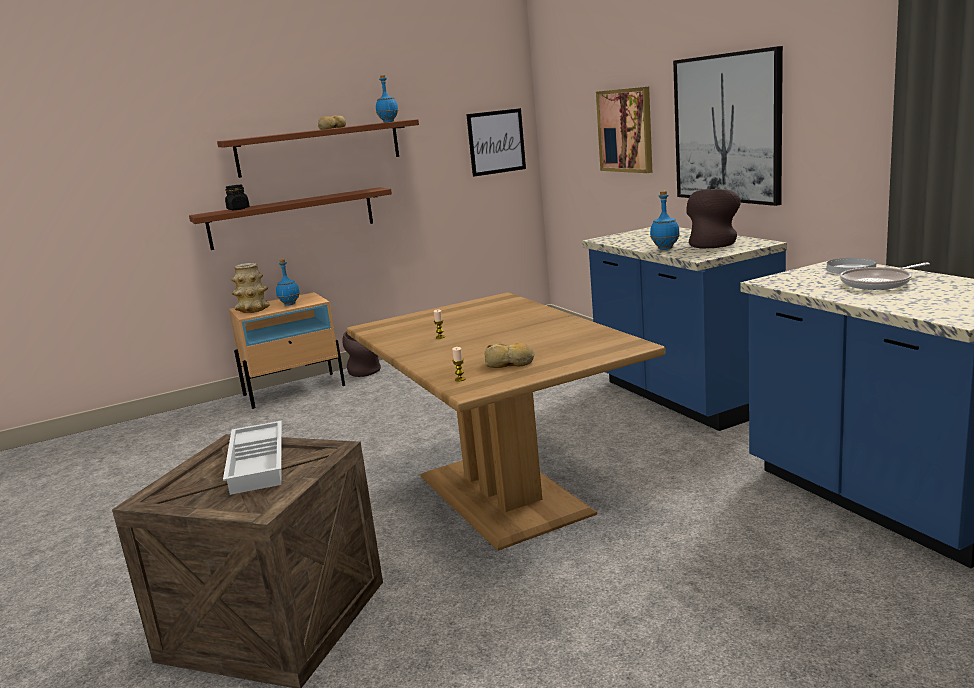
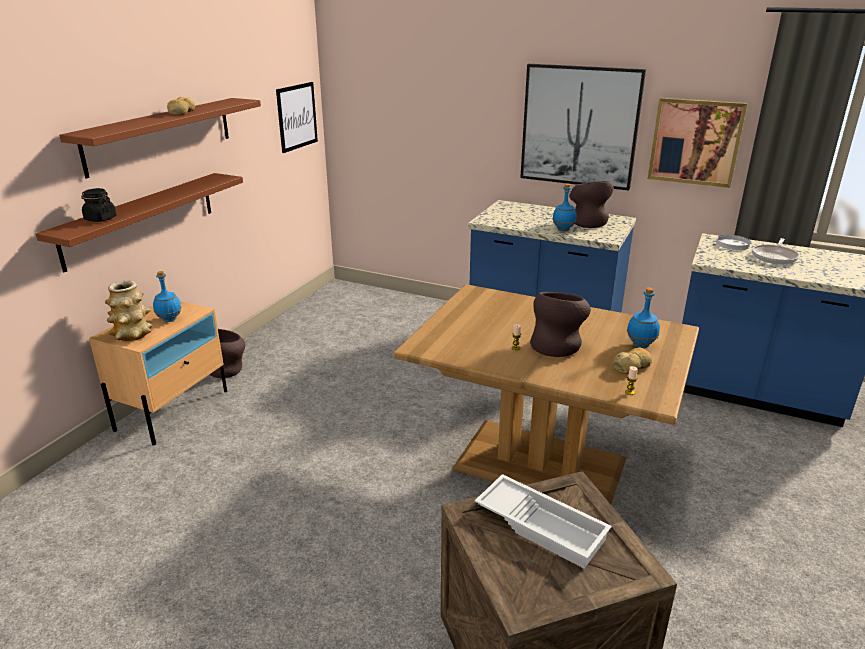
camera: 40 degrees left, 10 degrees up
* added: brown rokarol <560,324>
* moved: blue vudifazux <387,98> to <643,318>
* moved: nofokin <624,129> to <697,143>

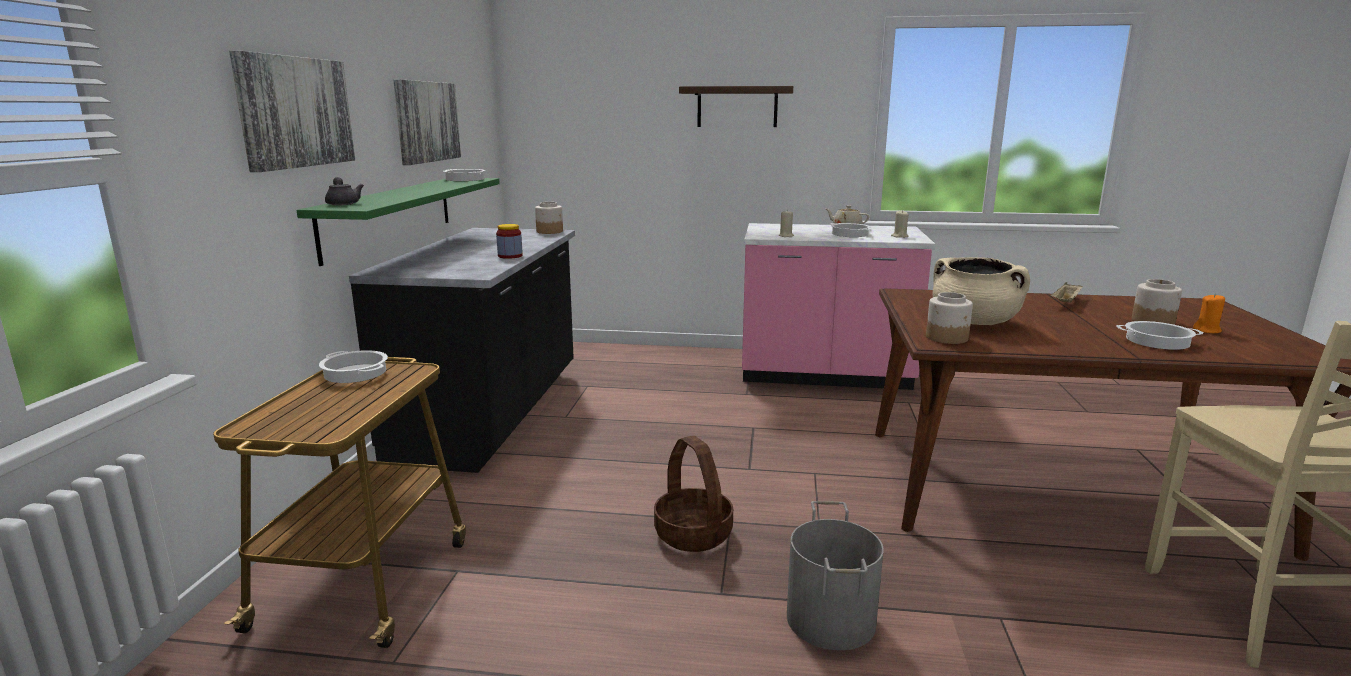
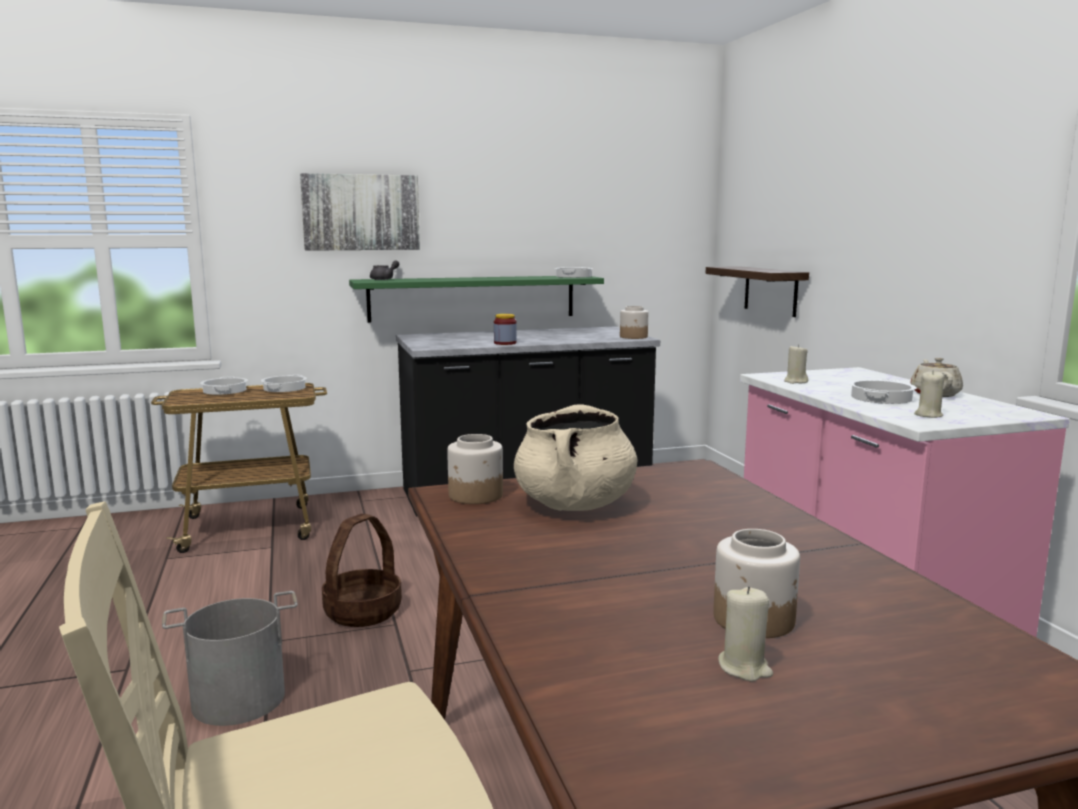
camera: 65 degrees right, 5 degrees down
* removed: nofokin <427,122>
* removed: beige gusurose <1067,292>
* moved: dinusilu <736,106> to <757,291>
* moved: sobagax <1159,335> to <224,385>
* recoloured: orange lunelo <1209,313> to beige lunelo <745,634>

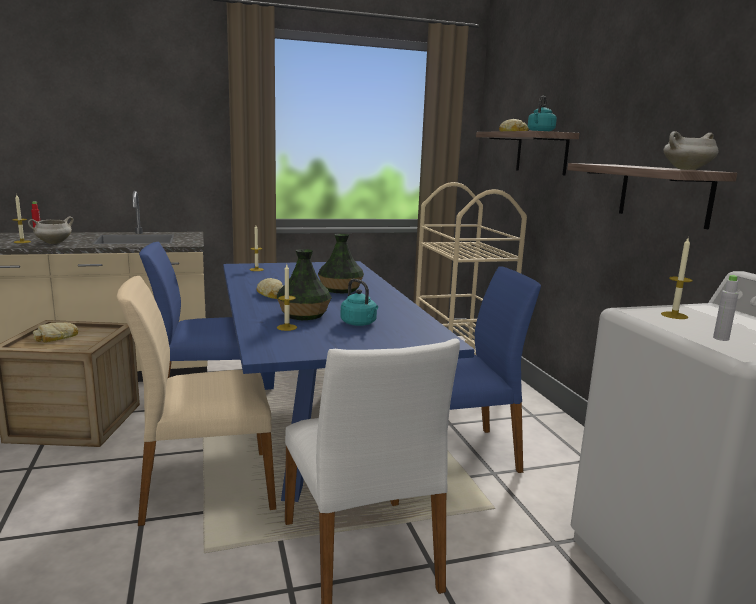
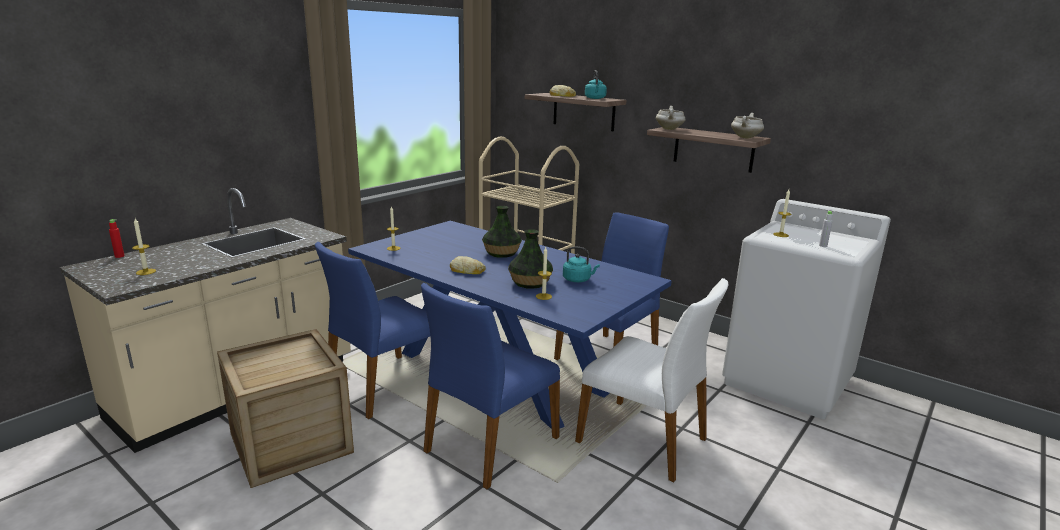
camera: 35 degrees left, 5 degrees up
* removed: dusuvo <55,332>
* moved: white sobagax <51,230> to <670,118>
* recoloured: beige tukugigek <196,401> to blue tukugigek <490,386>

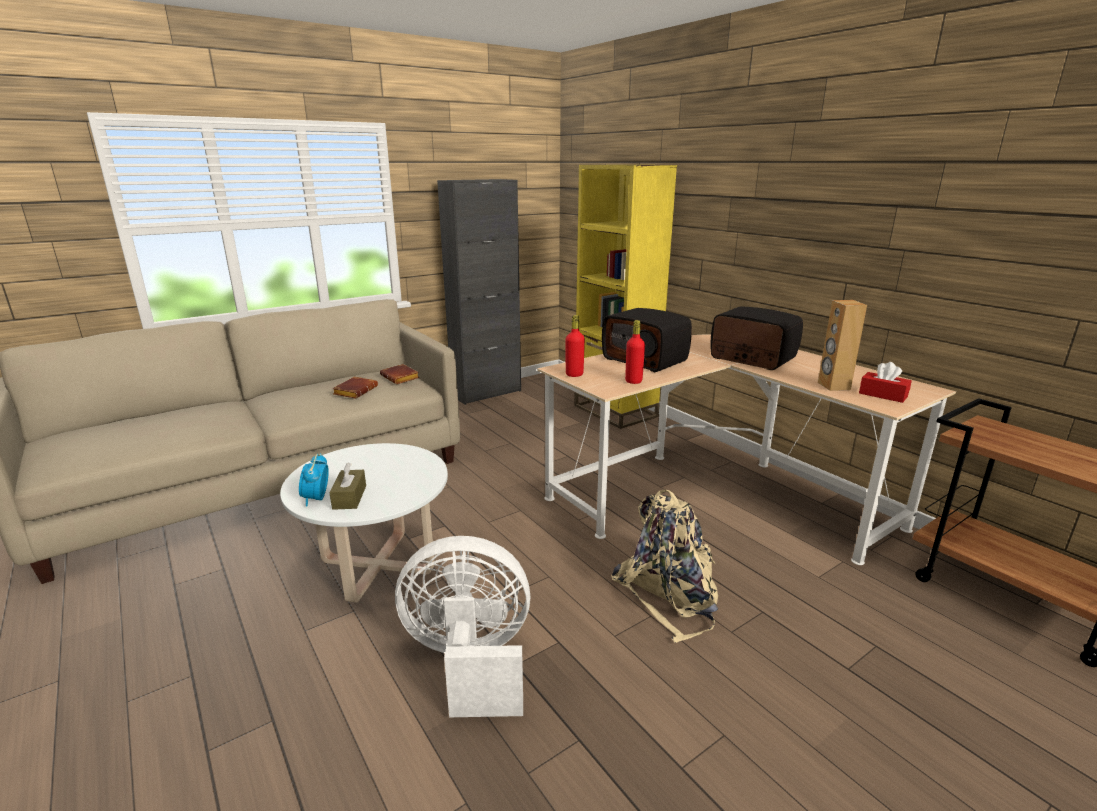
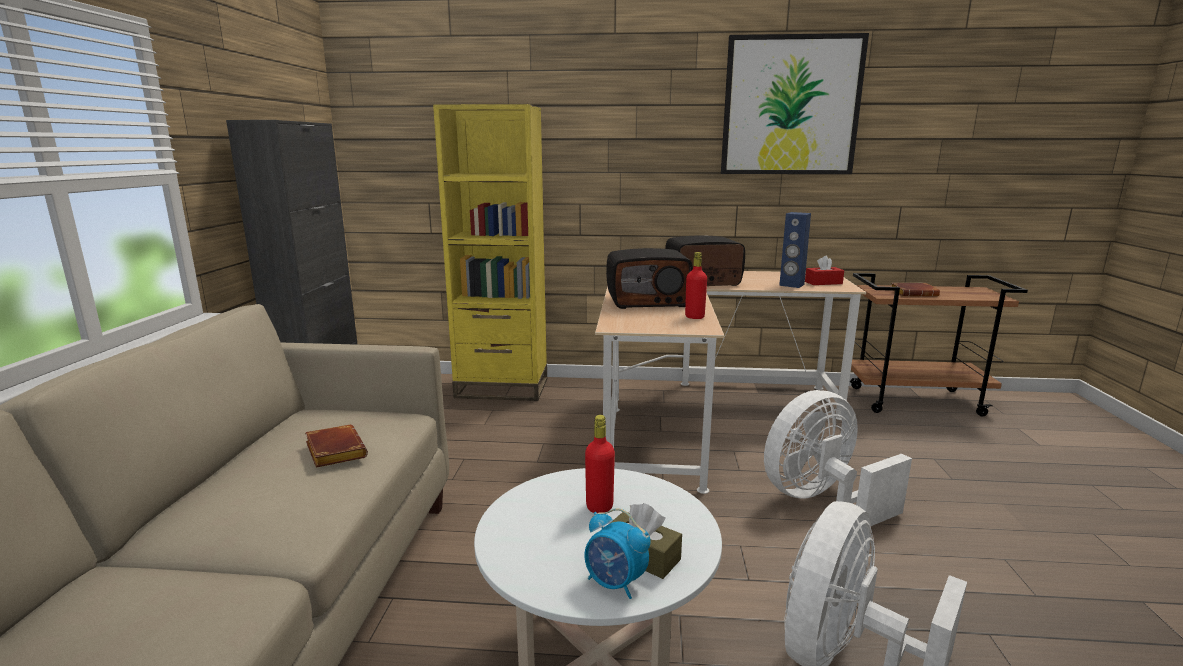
camera: 50 degrees left, 5 degrees down
* added: nofokin <795,103>
* moved: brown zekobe <399,374> to <915,290>
* moved: red vudifazux <575,346> to <600,464>
* replaced: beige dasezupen <664,566> to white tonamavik <838,458>
* recoloured: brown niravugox <842,345> to blue niravugox <795,250>

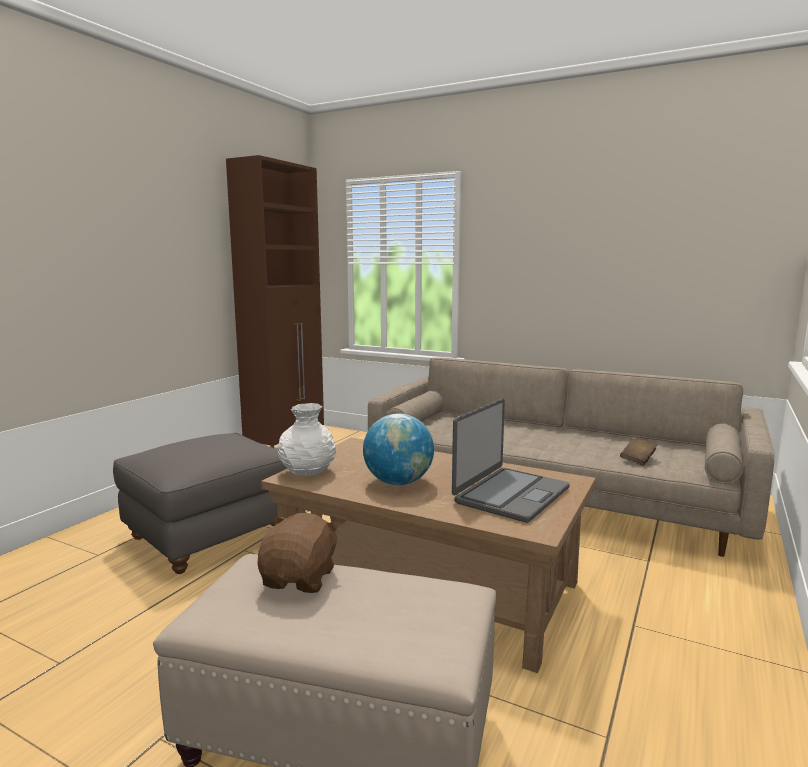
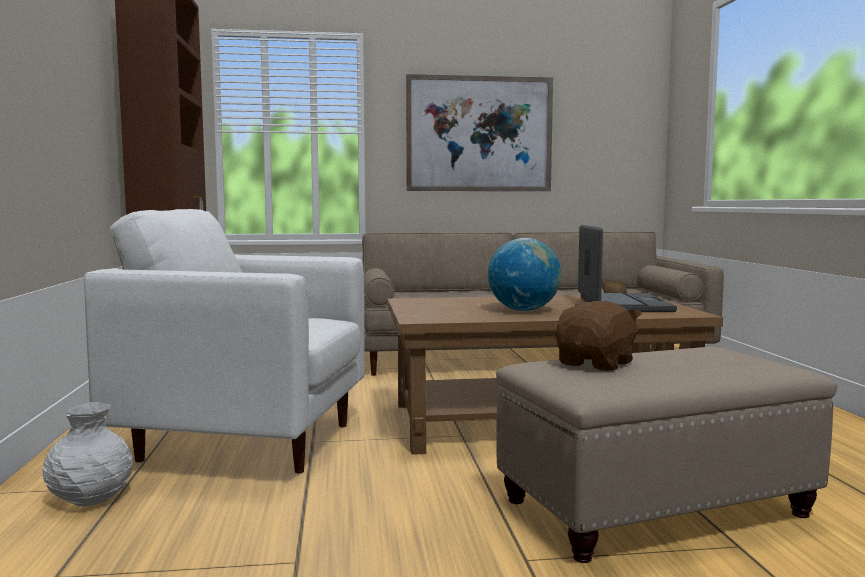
camera: 35 degrees left, 5 degrees down
* added: nofokin <479,132>
* moved: white rokarol <307,439> to <88,454>
* replaced: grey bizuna <200,503> to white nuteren <224,341>
* turned: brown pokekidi <299,553> = <599,336> 60 degrees clockwise

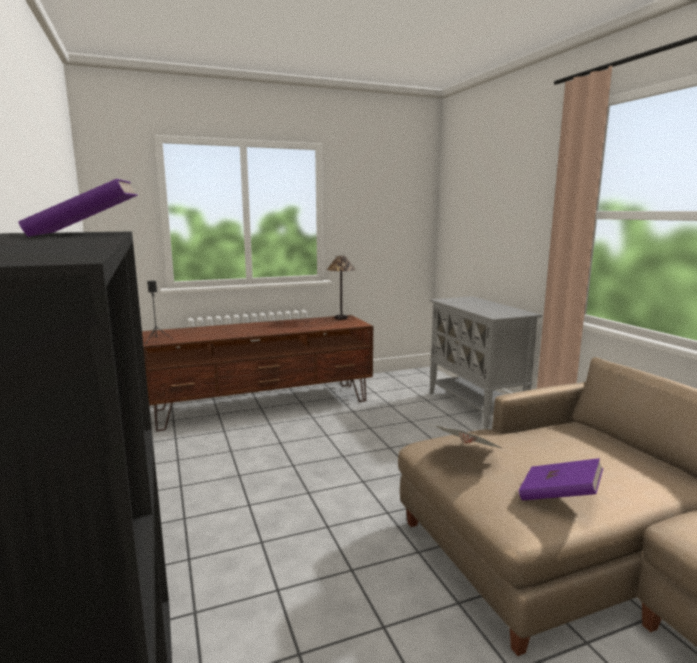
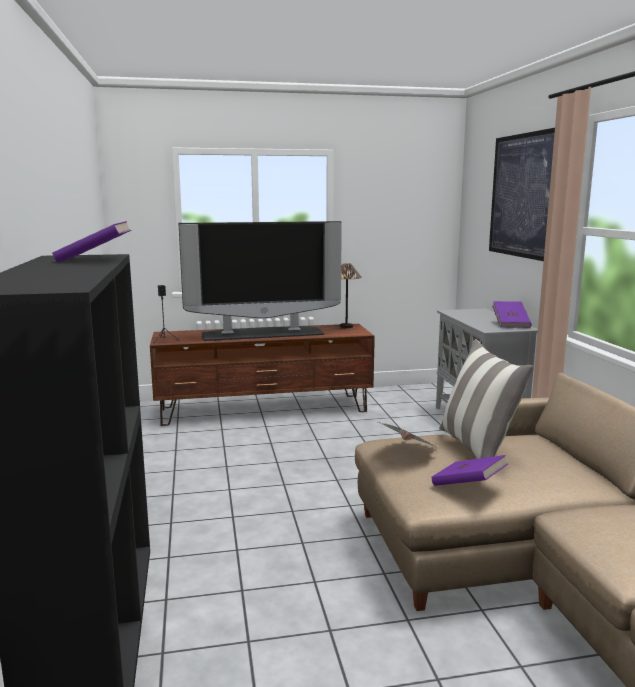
camera: 10 degrees right, 0 degrees up
* added: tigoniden <260,281>
* added: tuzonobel <486,399>
* added: nofokin <522,194>
* added: purple zekobe <512,314>

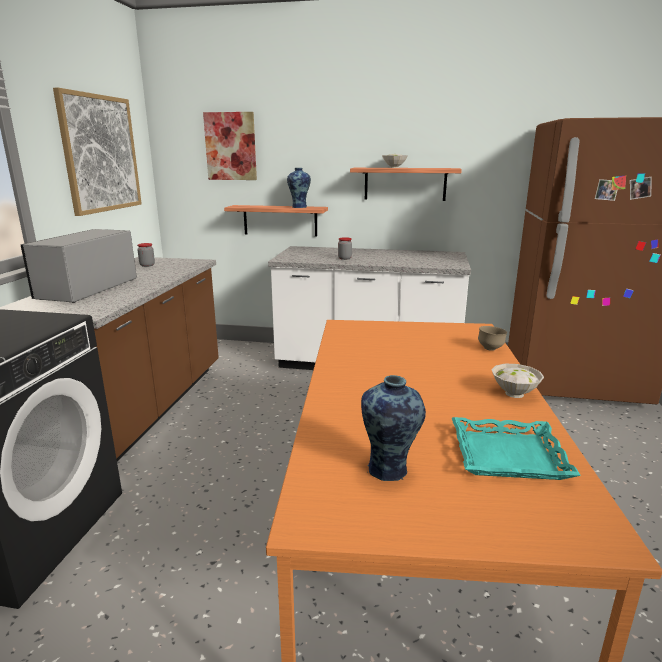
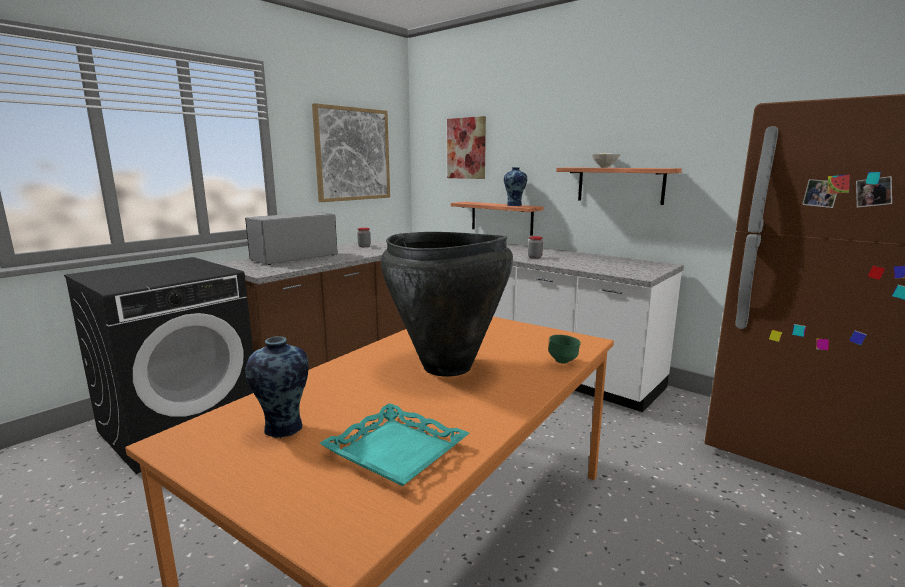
camera: 30 degrees right, 5 degrees down
* removed: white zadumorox <518,380>
* added: black rokarol <447,304>
* recoloured: brown zadumorox <492,338> to green zadumorox <564,349>

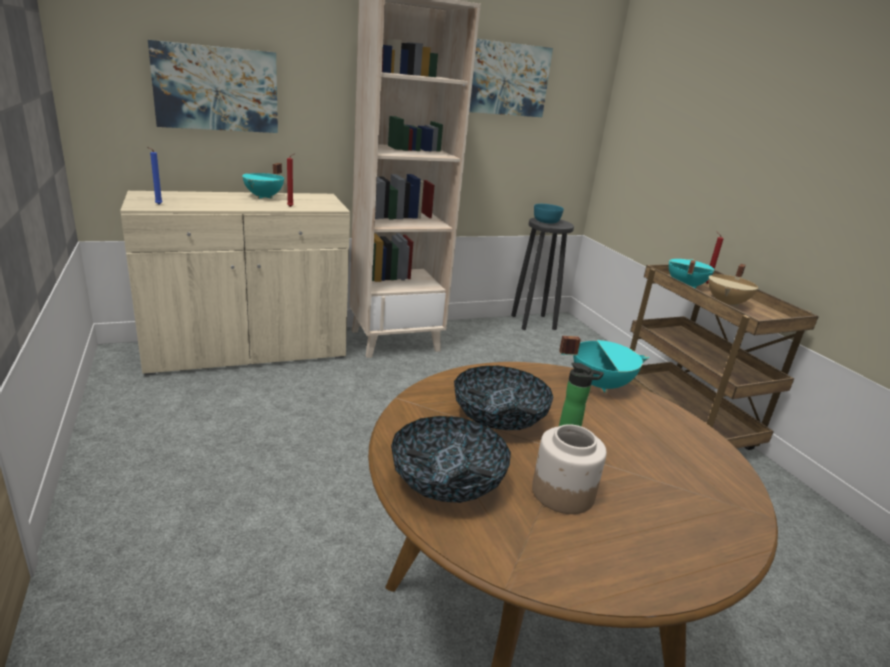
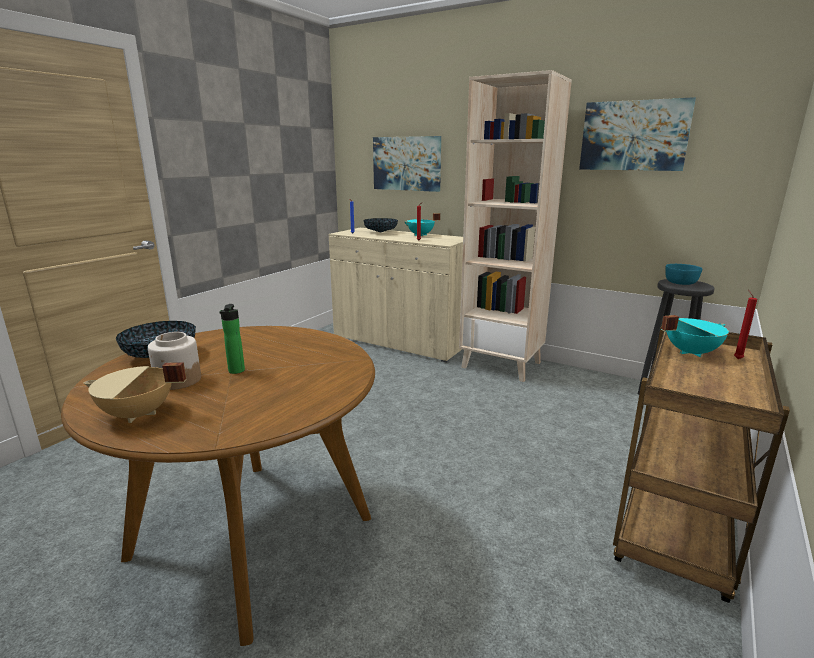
camera: 55 degrees right, 5 degrees down
* removed: turquoise sobagax <604,364>
* moved: zadumorox <503,398> to <380,225>
* moved: beige sobagax <733,285> to <135,392>

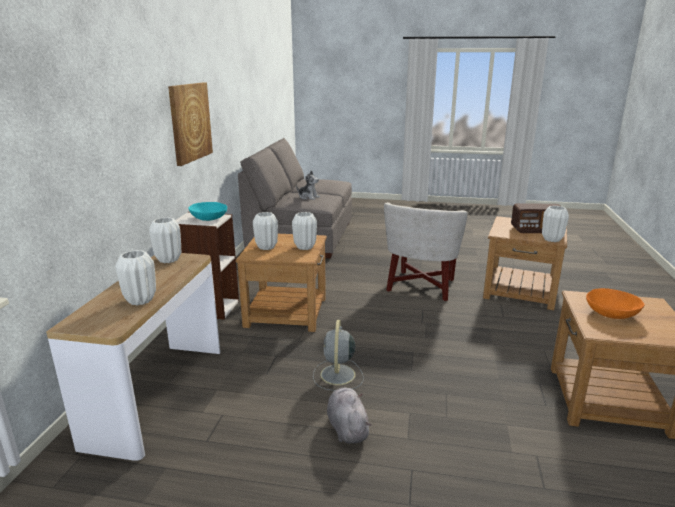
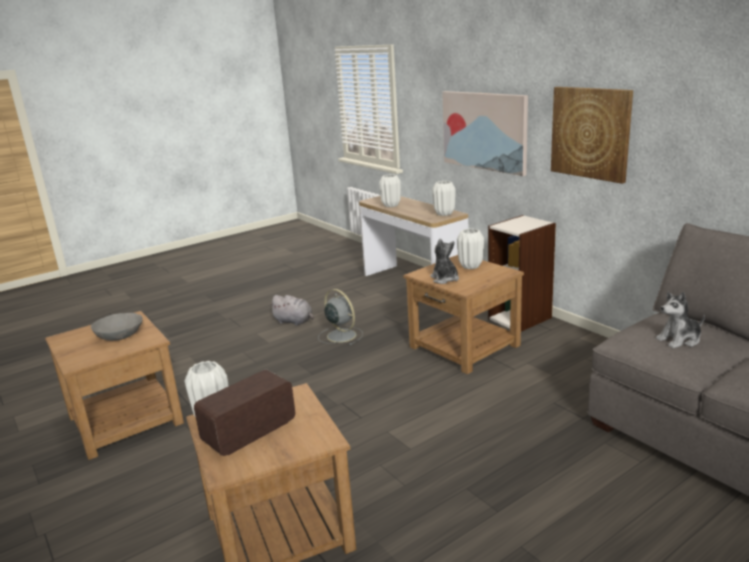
camera: 135 degrees right, 0 degrees up
* removed: turquoise zadumorox <207,211>
* removed: white nuteren <426,252>
* added: nofokin <485,133>
* replaced: white rokarol <304,231> to pokekidi <444,261>
* recoloured: orange zadumorox <615,303> to grey zadumorox <117,327>

